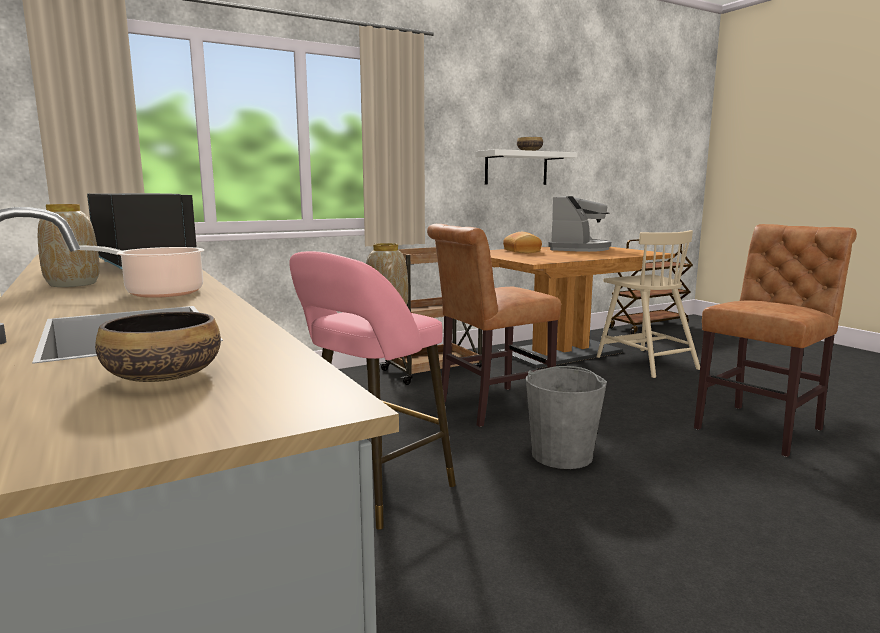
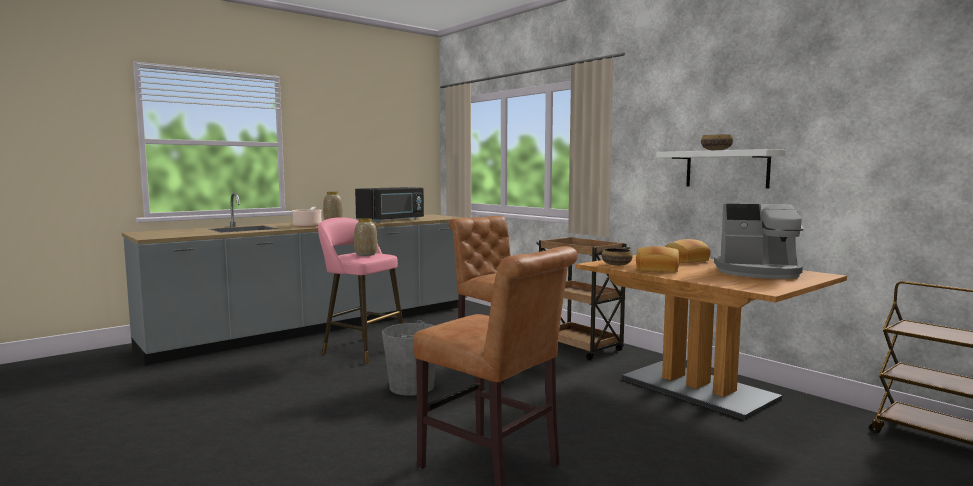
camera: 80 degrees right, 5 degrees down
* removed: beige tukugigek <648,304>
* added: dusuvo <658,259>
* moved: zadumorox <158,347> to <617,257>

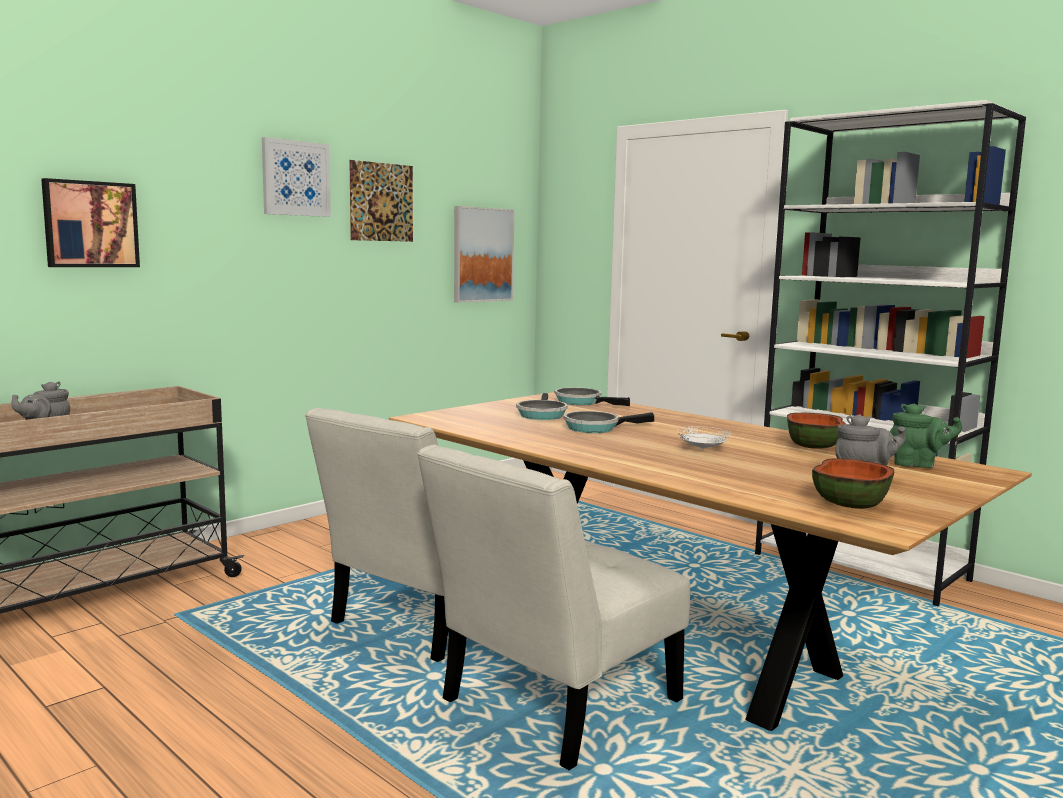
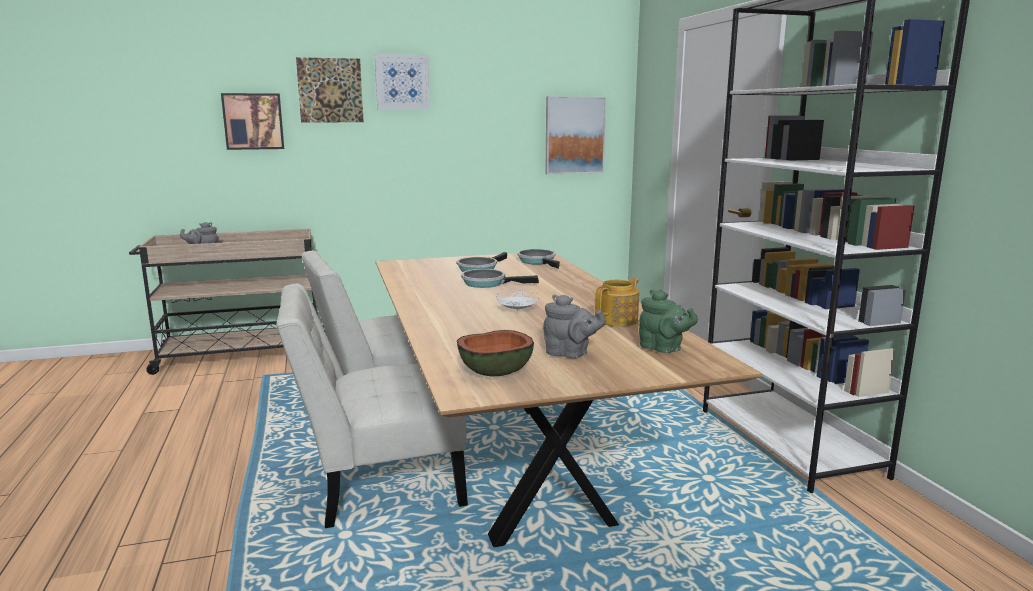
camera: 30 degrees right, 5 degrees up
* moved: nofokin <381,201> to <330,90>
* replaced: zadumorox <816,431> to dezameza <617,302>

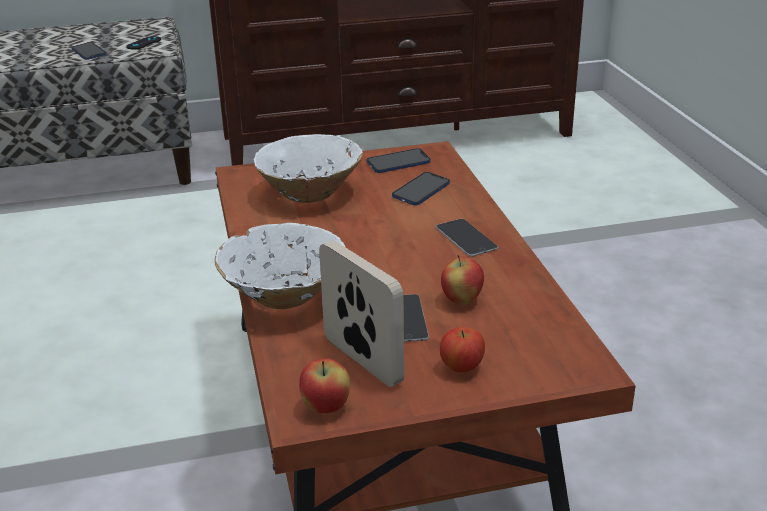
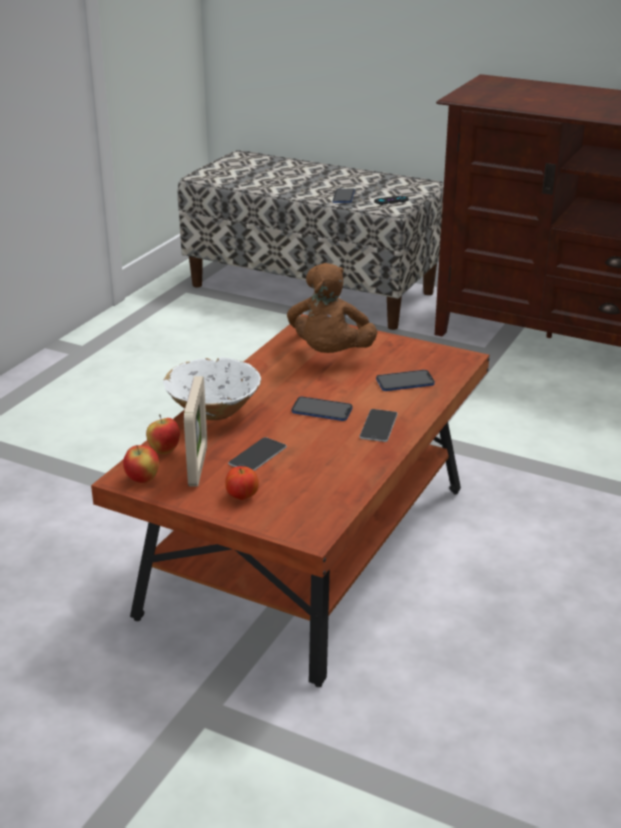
camera: 40 degrees right, 0 degrees up
* moved: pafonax <399,160> to <322,408>
* moved: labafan <462,280> to <163,434>
* replaced: white zadumorox <308,168> to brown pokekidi <332,308>

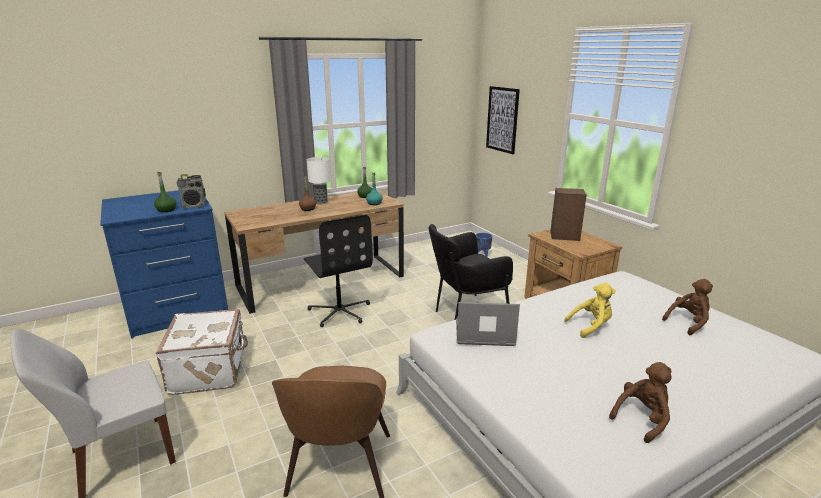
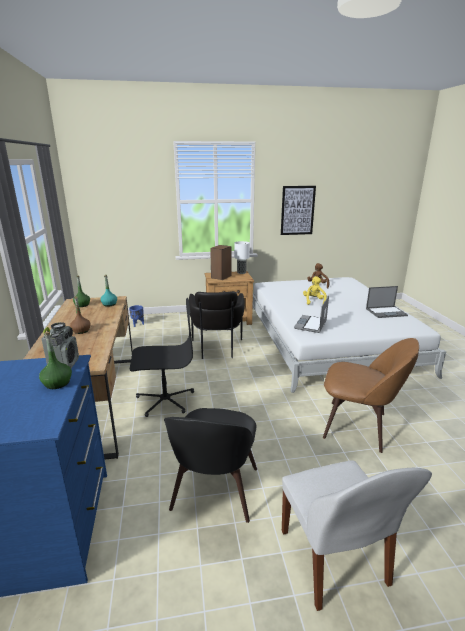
camera: 70 degrees left, 0 degrees up
* moved: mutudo <319,180> to <242,257>
* moved: nofokin <503,120> to <298,210>
* replaced: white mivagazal <202,352> to black tukugigek <210,465>
* replaced: brown pokekidi <640,402> to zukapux <387,302>

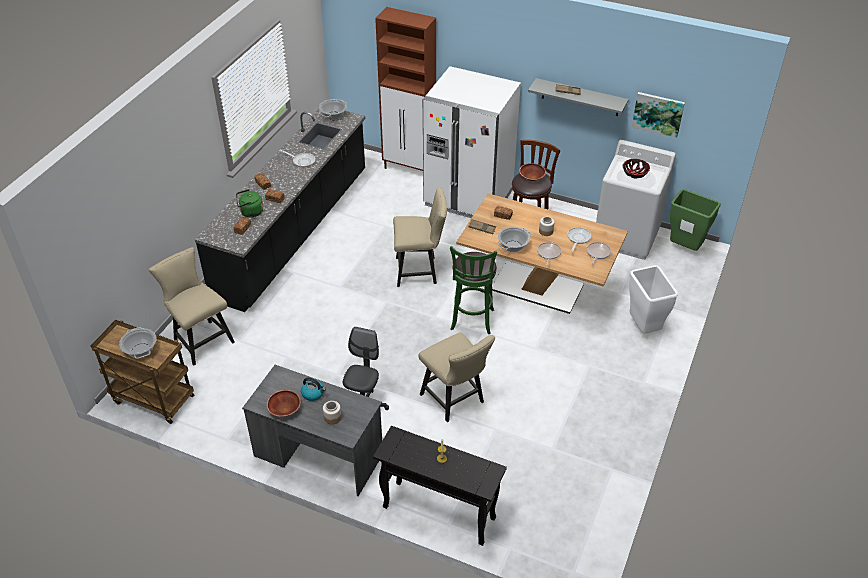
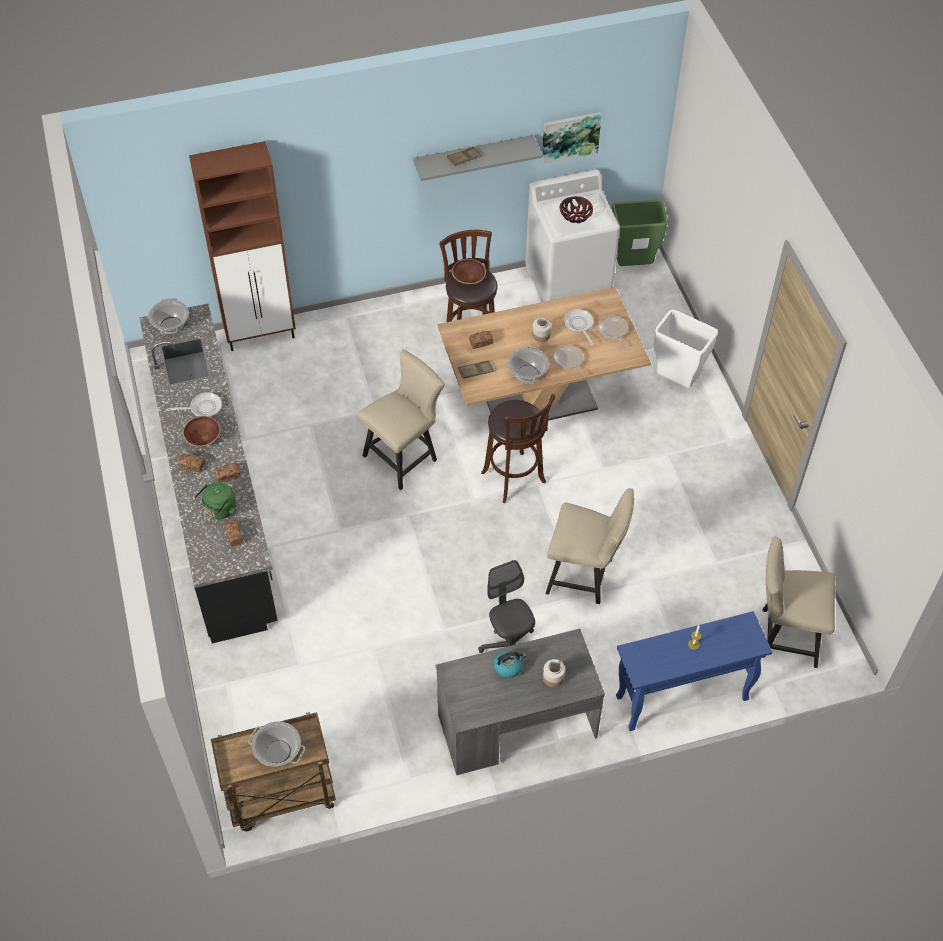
camera: 40 degrees left, 10 degrees up
* removed: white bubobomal <472,142>
* moved: beige tukugigek <192,306> to <799,602>
* moved: brown zadumorox <284,403> to <201,431>
* recoloured: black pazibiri <440,486> to blue pazibiri <694,671>
* recoloured: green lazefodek <473,290> to brown lazefodek <518,448>

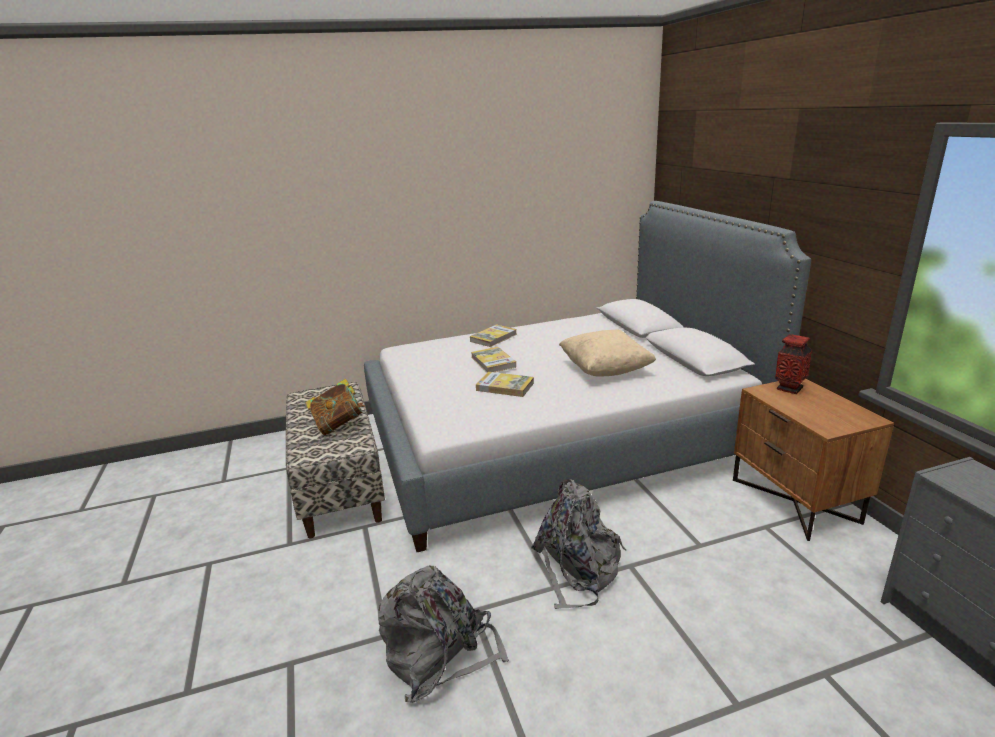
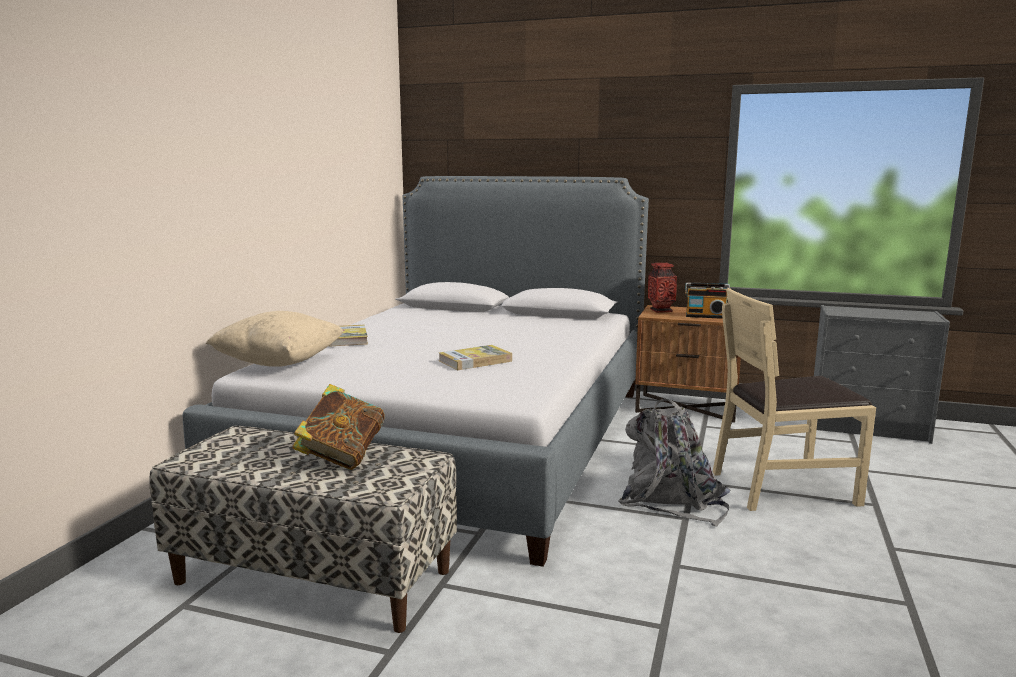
camera: 55 degrees left, 10 degrees down
* removed: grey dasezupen <443,634>
* removed: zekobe <493,359>
* added: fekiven <707,300>
* added: beige tukugigek <794,399>
* moved: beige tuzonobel <607,353> to <275,339>

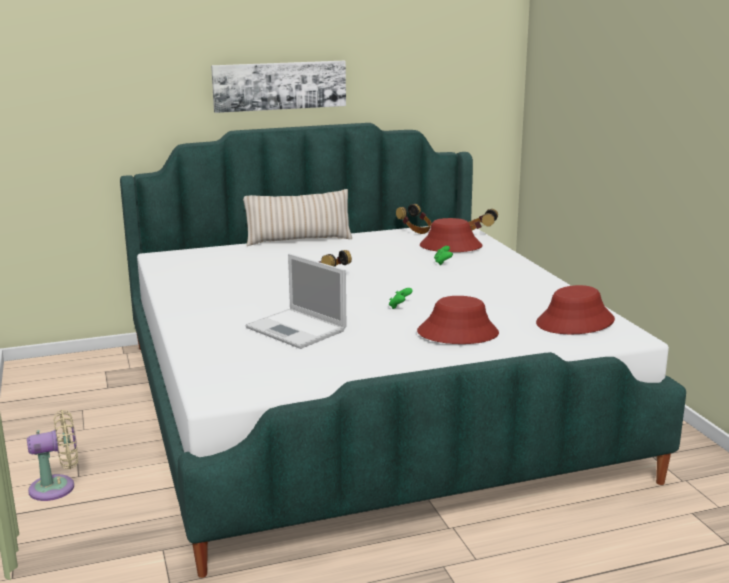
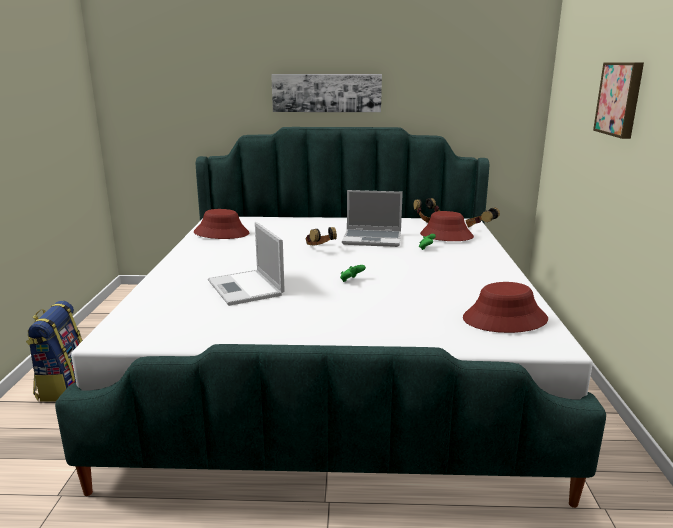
camera: 20 degrees right, 0 degrees up
* removed: beige tuzonobel <297,217>
* added: zukapux <372,218>
* added: nofokin <618,100>
* moved: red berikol <458,320> to <222,224>
* replaced: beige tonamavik <52,455> to dasezupen <54,351>

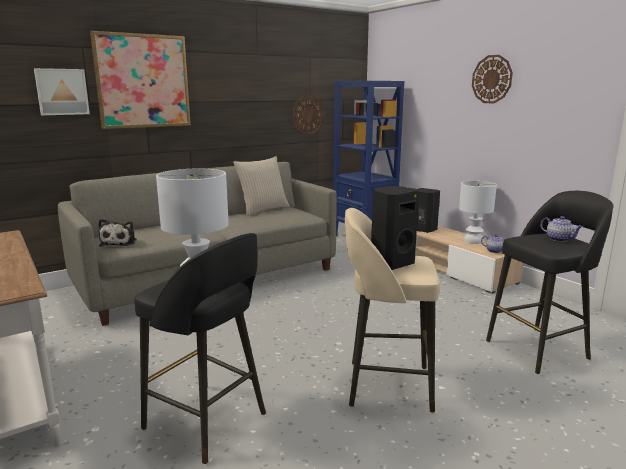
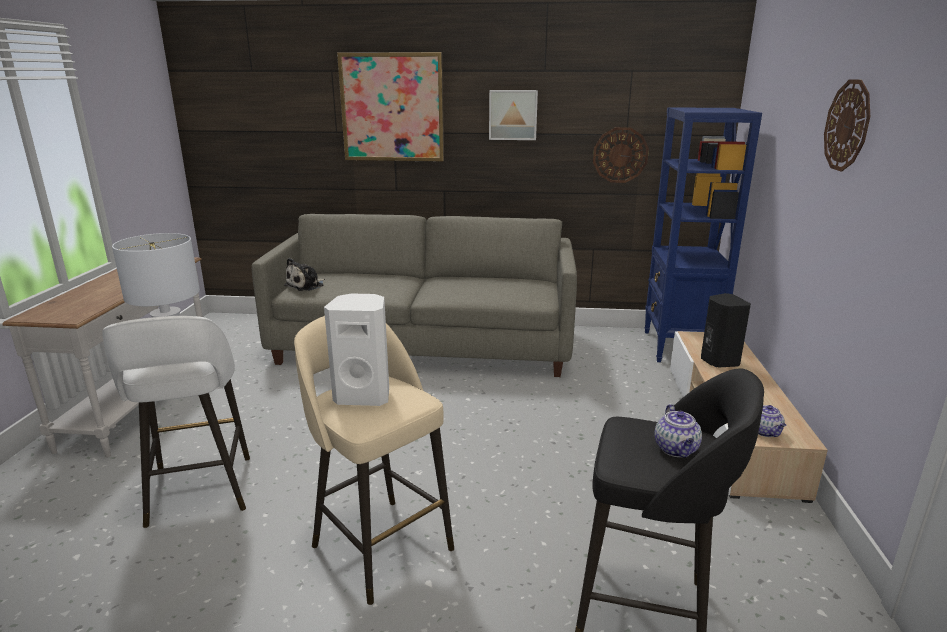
camera: 40 degrees right, 5 degrees up
* removed: beige tuzonobel <261,186>
* removed: white mutudo <478,212>
* moved: nofokin <62,91> to <513,115>
* recoloured: black lazefodek <200,348> to white lazefodek <176,422>
* recoloured: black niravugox <395,228> to white niravugox <356,349>

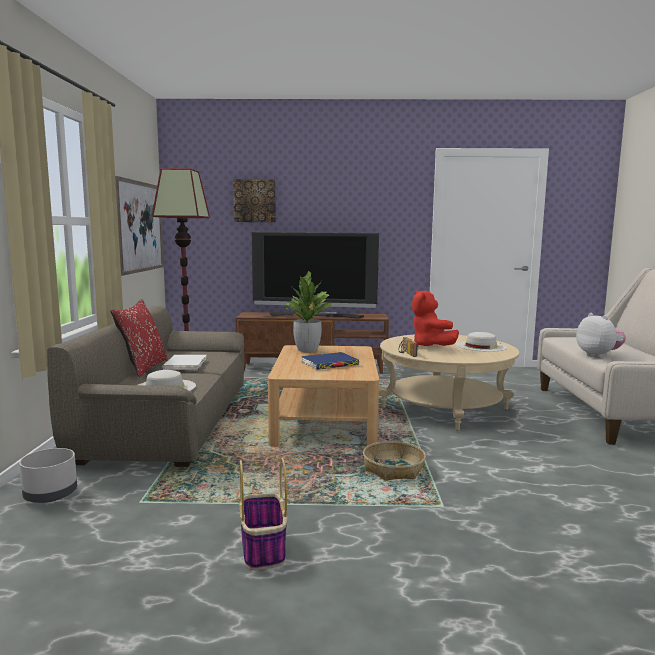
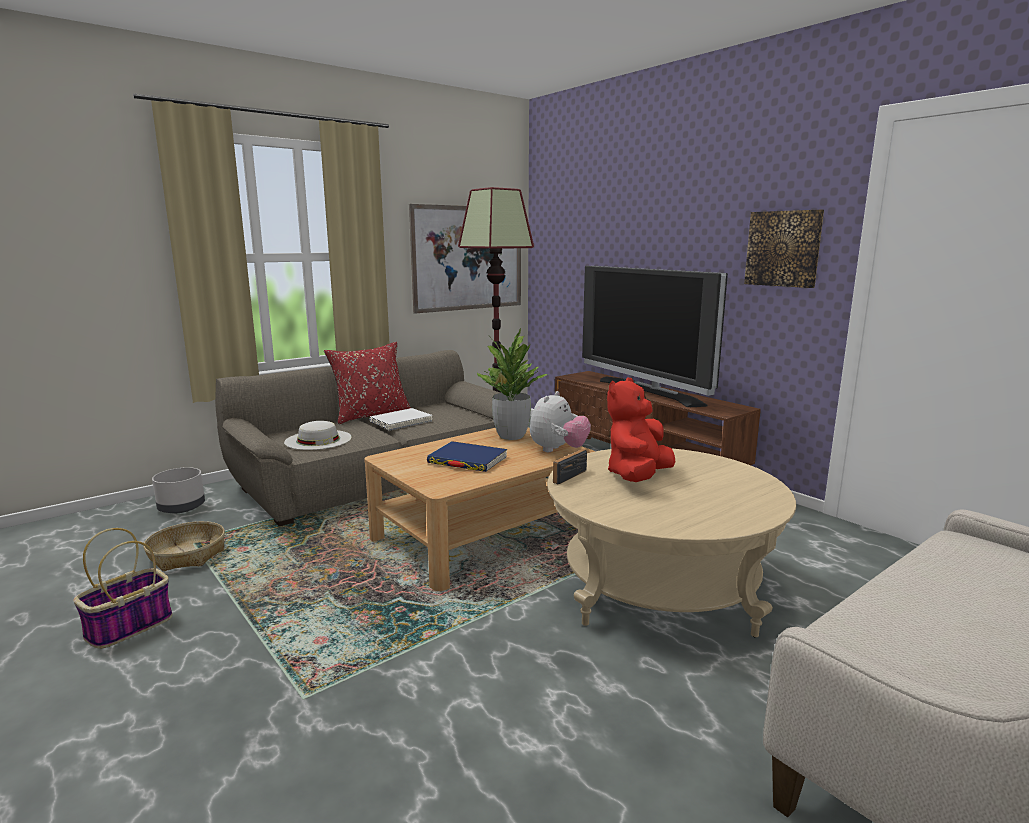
camera: 50 degrees right, 5 degrees up
* removed: white berikol <481,342>
* moved: nofokin <254,200> to <784,249>
* moved: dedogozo <394,461> to <184,546>
* moved: pokekidi <601,335> to <560,421>

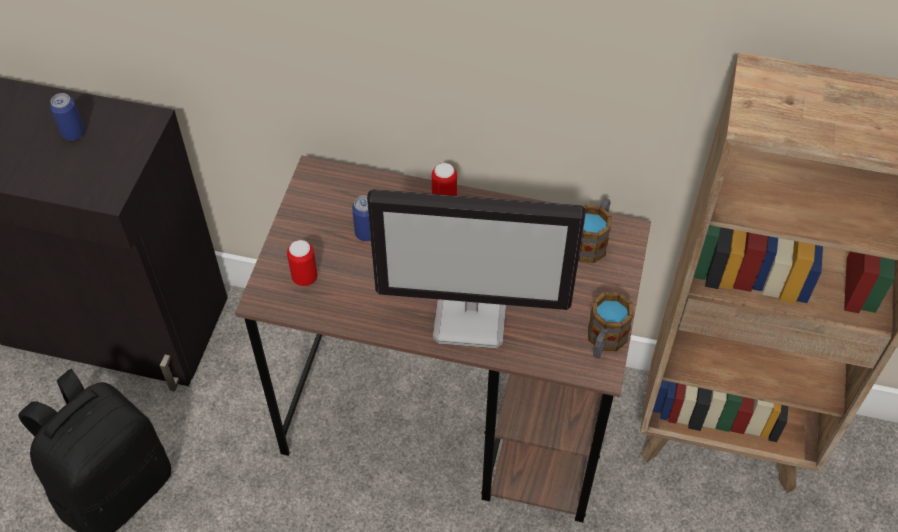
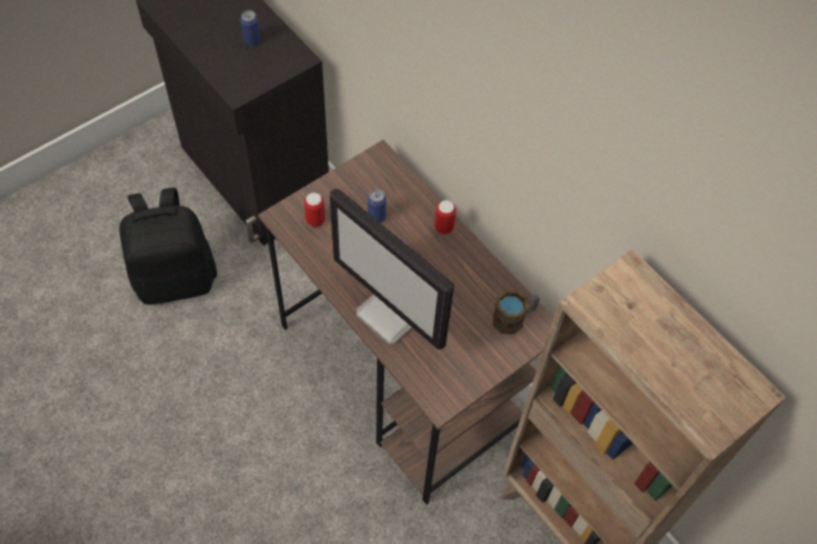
camera: 35 degrees right, 5 degrees up
* removed: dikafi <611,325>

